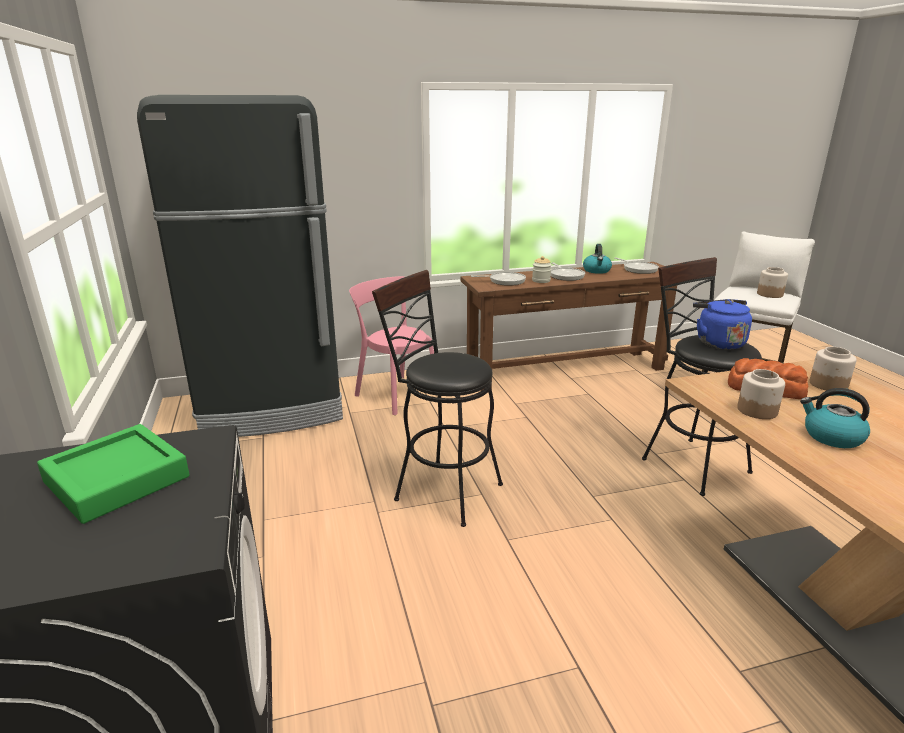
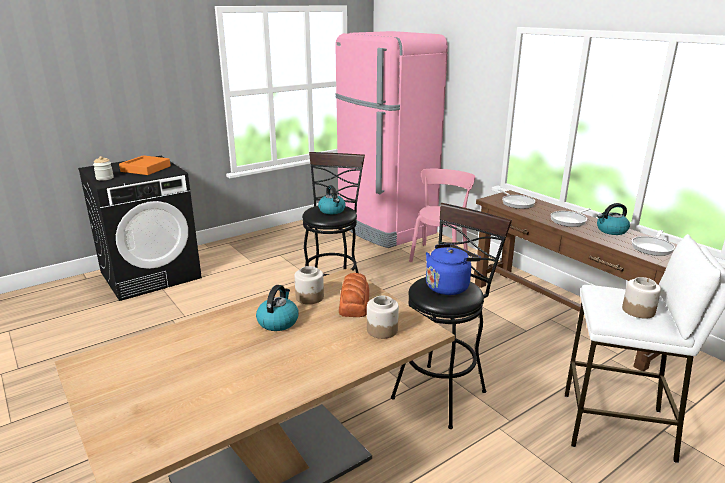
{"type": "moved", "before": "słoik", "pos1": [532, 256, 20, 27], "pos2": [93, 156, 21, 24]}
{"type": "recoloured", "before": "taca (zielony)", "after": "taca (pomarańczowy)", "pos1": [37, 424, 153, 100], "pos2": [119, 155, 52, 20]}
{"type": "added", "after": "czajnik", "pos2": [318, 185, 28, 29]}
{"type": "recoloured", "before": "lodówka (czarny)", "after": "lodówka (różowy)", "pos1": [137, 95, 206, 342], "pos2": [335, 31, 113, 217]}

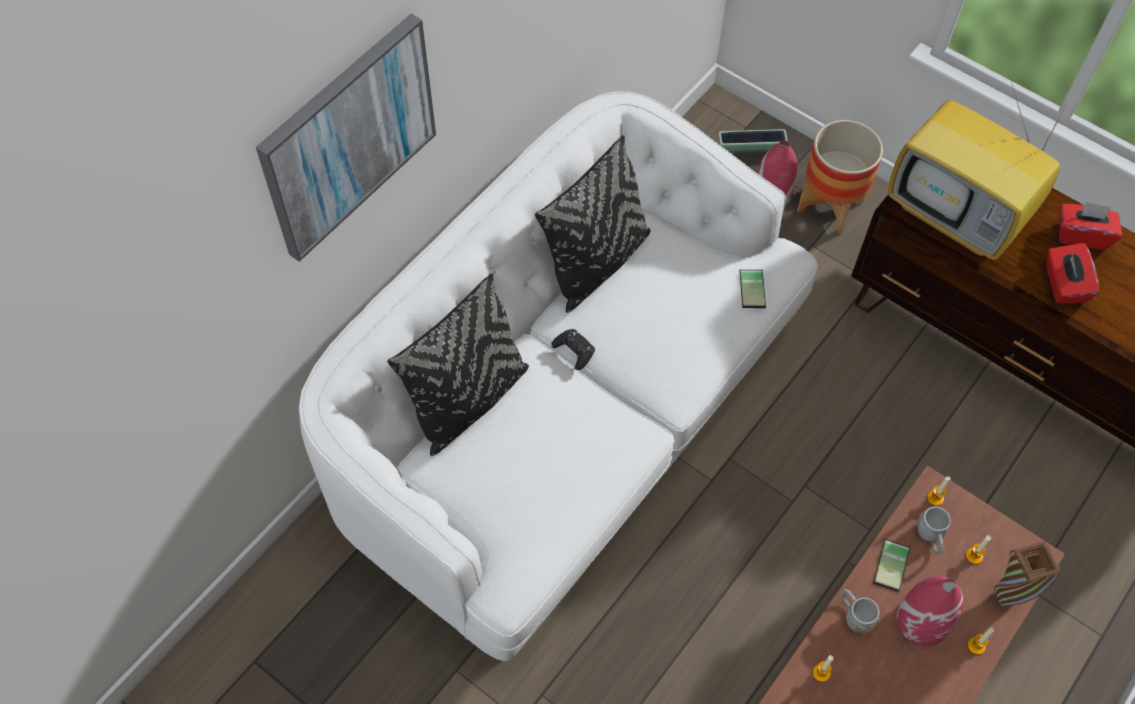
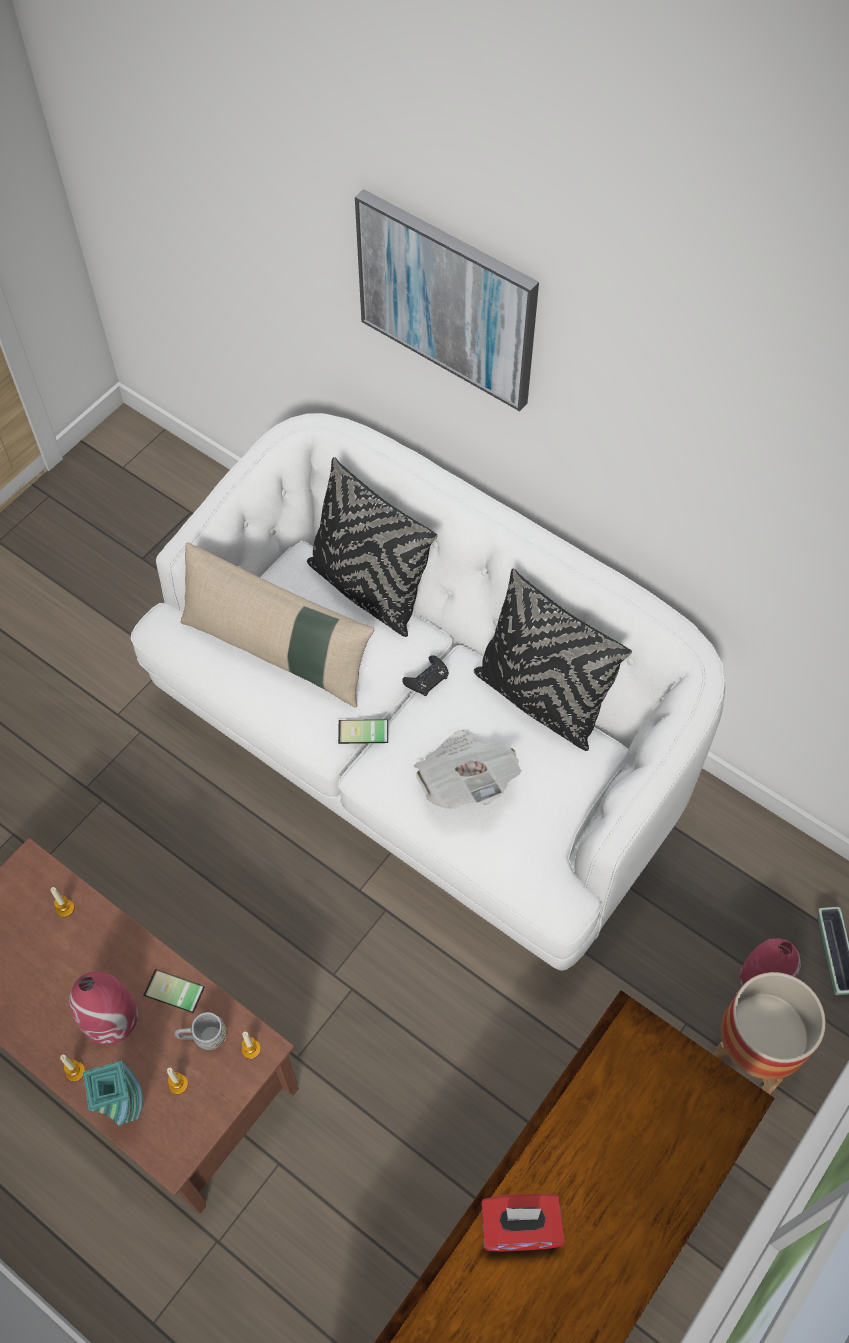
{"type": "recoloured", "before": "wazon (brązowy)", "after": "wazon (turkusowy)", "pos1": [994, 541, 67, 66], "pos2": [83, 1061, 60, 66]}
{"type": "added", "after": "poduszka (beżowy)", "pos2": [181, 543, 193, 165]}
{"type": "moved", "before": "telefon", "pos1": [739, 270, 27, 38], "pos2": [338, 719, 50, 25]}
{"type": "added", "after": "gazeta", "pos2": [414, 730, 107, 79]}
{"type": "removed", "before": "kubek (szary)", "pos1": [841, 589, 38, 44]}
{"type": "removed", "before": "telewizor", "pos1": [888, 72, 183, 188]}
{"type": "removed", "before": "pudełko chusteczek (czerwony)", "pos1": [1059, 202, 63, 48]}

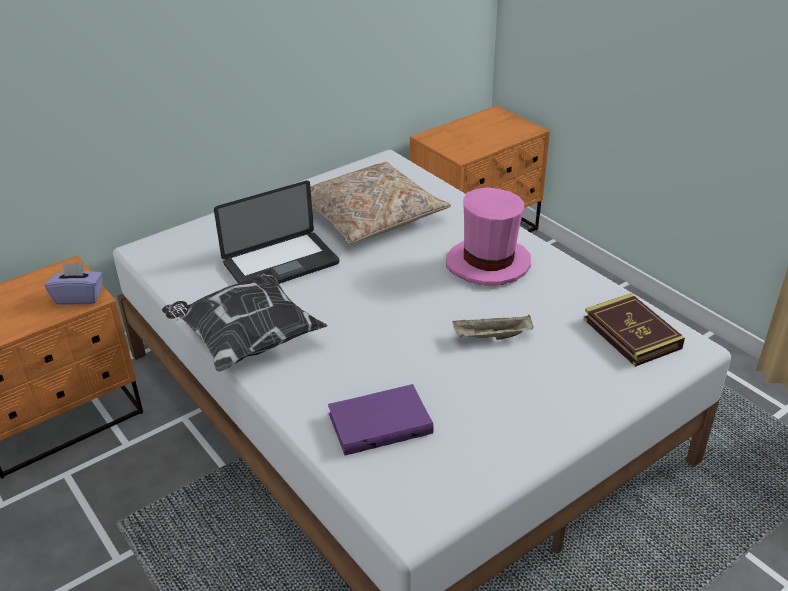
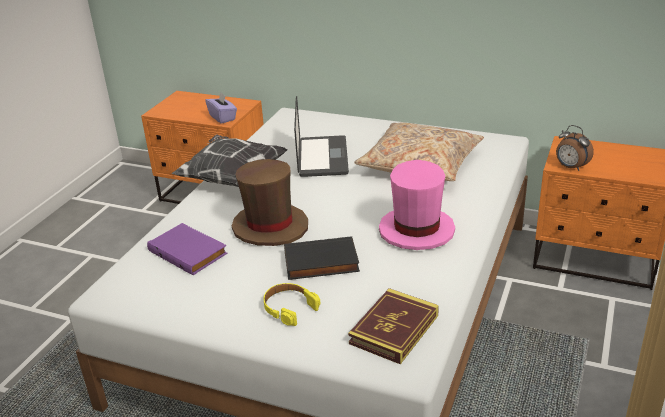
{"type": "added", "after": "kapelusz (brązowy)", "pos2": [232, 159, 76, 87]}
{"type": "added", "after": "słuchawki (żółty)", "pos2": [264, 283, 56, 43]}
{"type": "replaced", "before": "taca (beżowy)", "after": "książka (czarny)", "pos1": [452, 315, 81, 25], "pos2": [284, 236, 76, 44]}
{"type": "turned", "before": "laptop", "pos1": [214, 181, 125, 103], "pos2": [294, 96, 55, 81], "turn": -120}
{"type": "added", "after": "budzik", "pos2": [556, 125, 38, 46]}

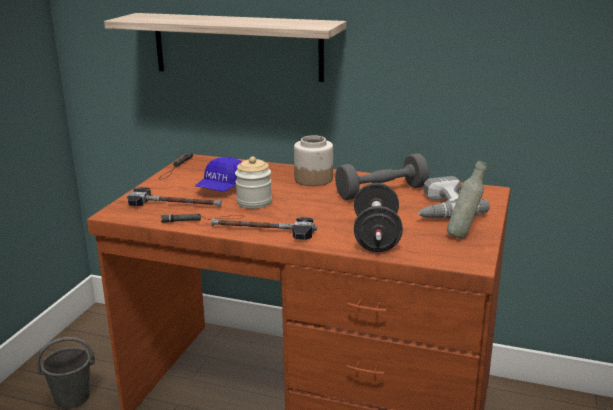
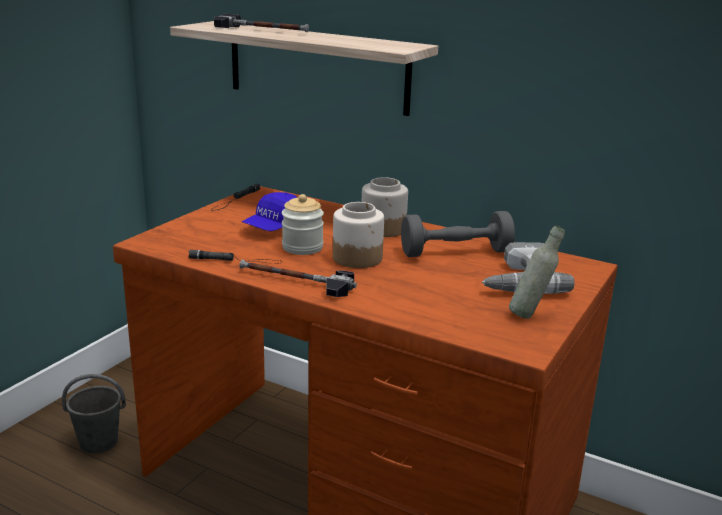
{"type": "moved", "before": "młotek", "pos1": [127, 187, 94, 20], "pos2": [214, 13, 95, 19]}
{"type": "added", "after": "słoik", "pos2": [333, 202, 51, 66]}
{"type": "removed", "before": "hantel (czarny)", "pos1": [354, 183, 49, 69]}

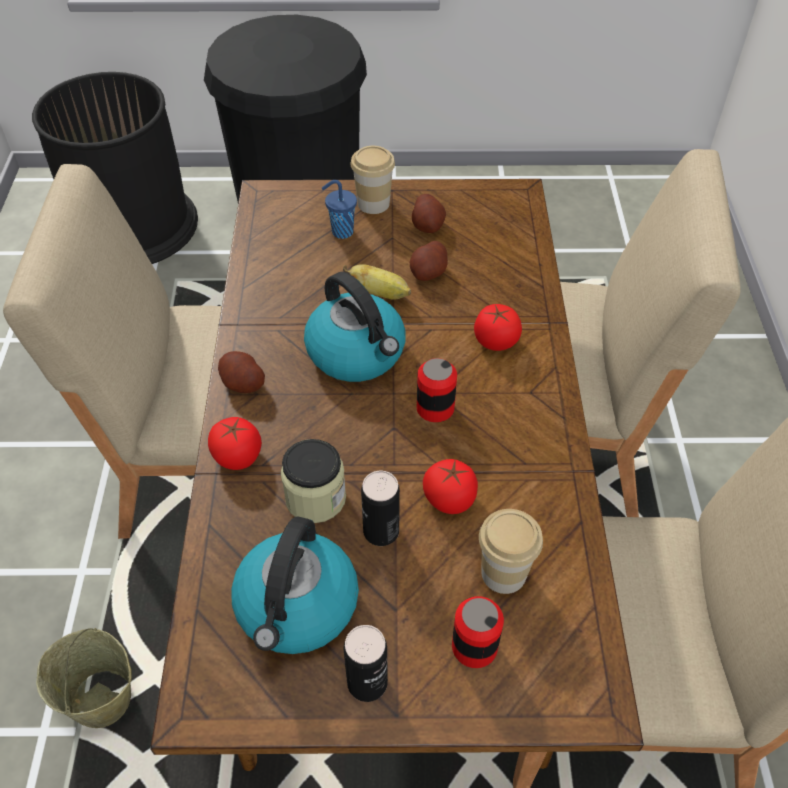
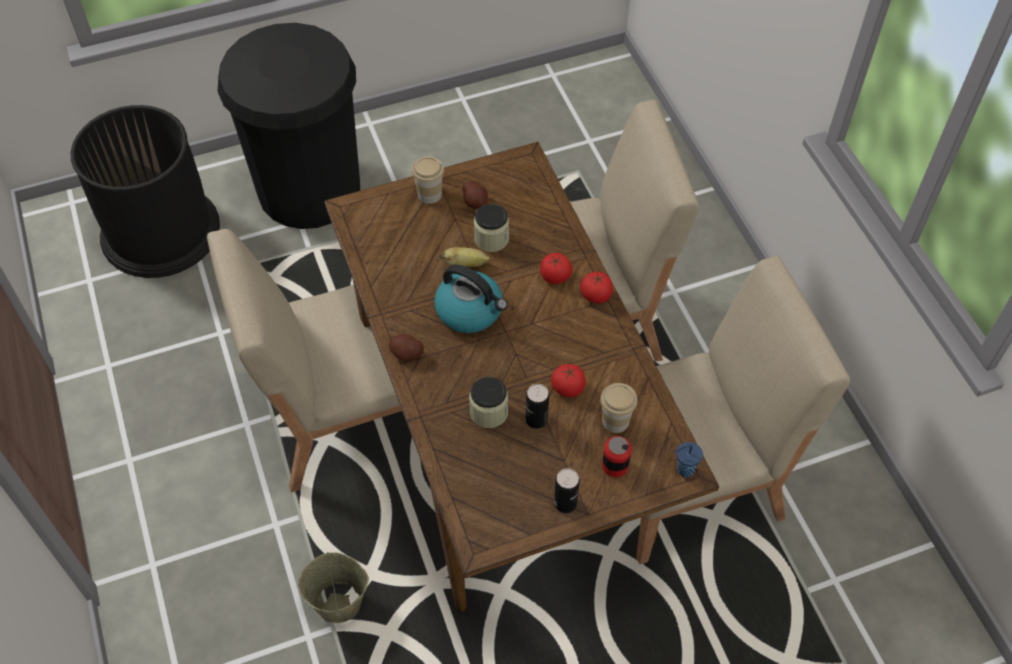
{"type": "replaced", "before": "ziemniak", "after": "słoik", "pos1": [410, 241, 38, 40], "pos2": [474, 204, 35, 48]}
{"type": "moved", "before": "pomidor", "pos1": [208, 417, 54, 53], "pos2": [580, 272, 33, 31]}
{"type": "moved", "before": "filiżanka (niebieski)", "pos1": [322, 180, 35, 59], "pos2": [675, 442, 28, 35]}
{"type": "removed", "before": "czajnik", "pos1": [231, 517, 128, 137]}
{"type": "removed", "before": "puszka", "pos1": [417, 358, 40, 64]}

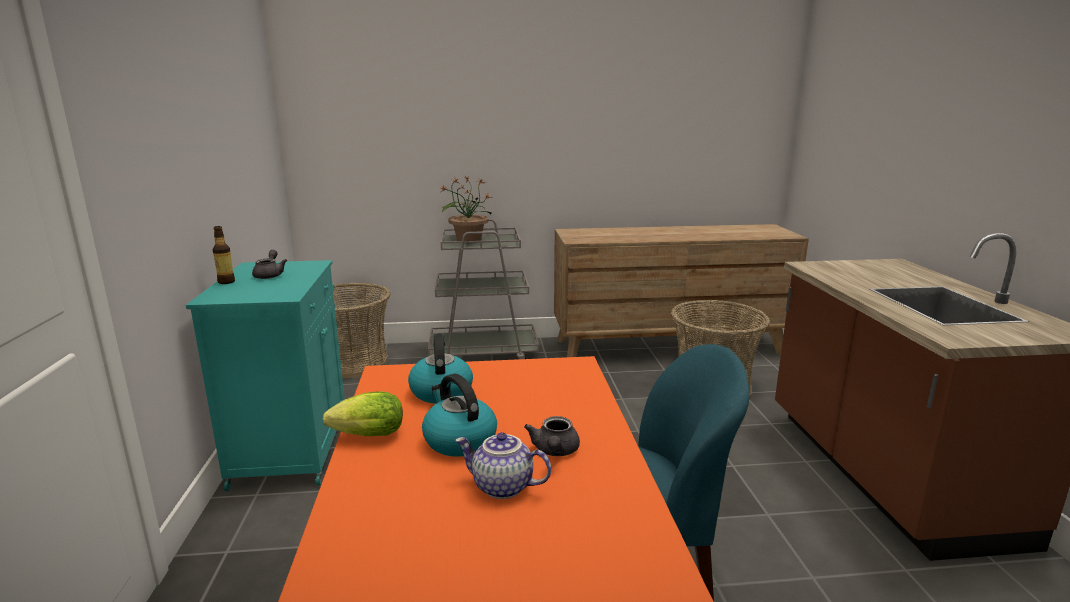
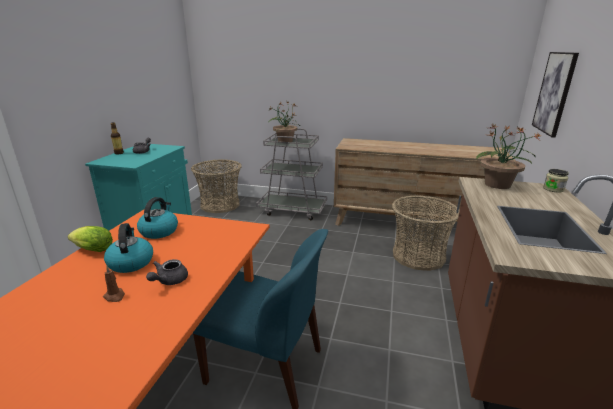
{"type": "replaced", "before": "imbryk", "after": "świeca (brązowy)", "pos1": [455, 432, 96, 67], "pos2": [103, 266, 22, 36]}
{"type": "added", "after": "roślina doniczkowa", "pos2": [476, 124, 65, 65]}
{"type": "added", "after": "obraz", "pos2": [532, 52, 47, 86]}
{"type": "added", "after": "słoik", "pos2": [543, 169, 26, 24]}

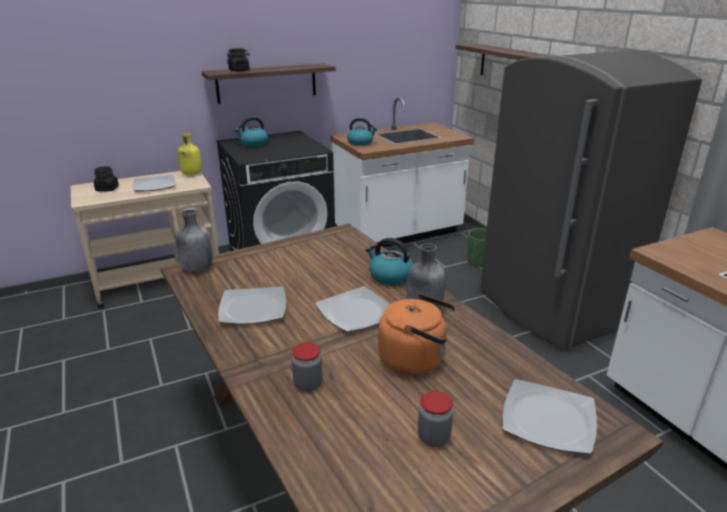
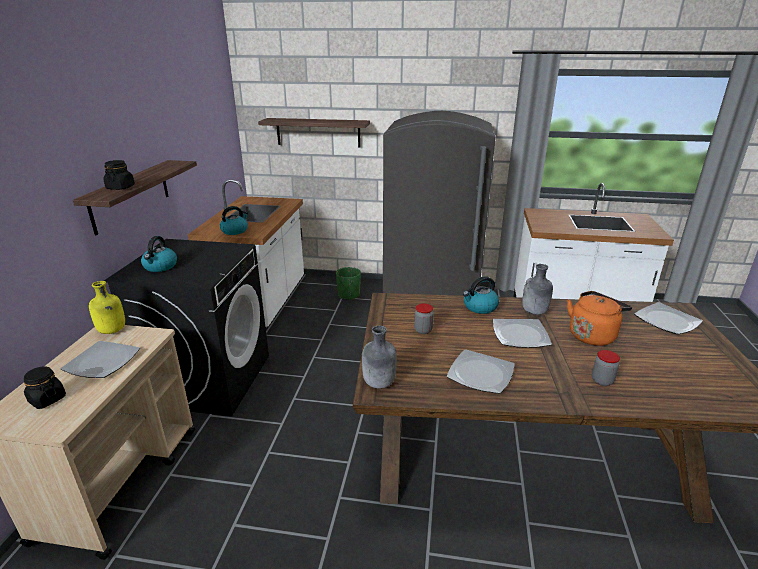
{"type": "moved", "before": "słoik", "pos1": [418, 391, 35, 56], "pos2": [414, 303, 20, 31]}

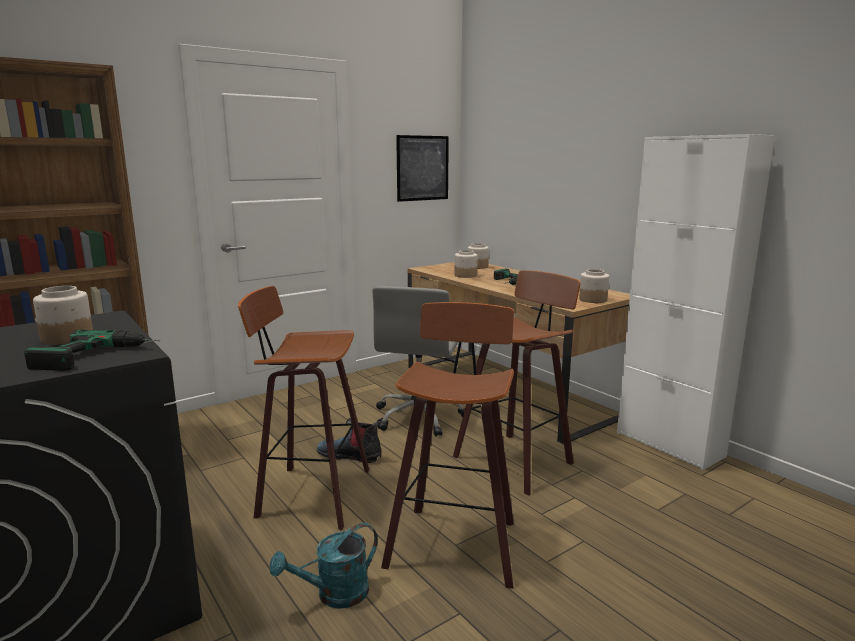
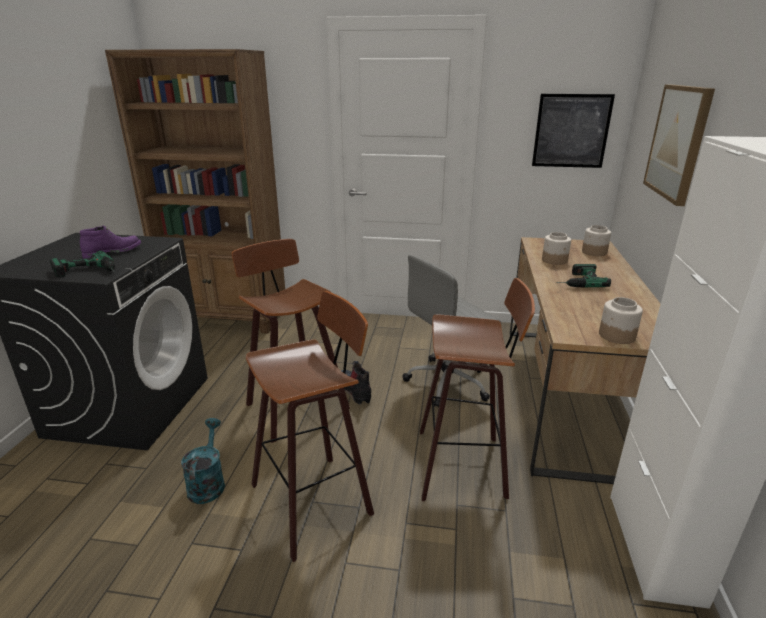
{"type": "replaced", "before": "słoik", "after": "but z cholewką (fioletowy)", "pos1": [33, 286, 60, 59], "pos2": [80, 226, 61, 33]}
{"type": "turned", "before": "konewka (turkusowy)", "pos1": [269, 523, 109, 86], "pos2": [181, 418, 44, 86], "turn": 75}
{"type": "added", "after": "obraz", "pos2": [643, 85, 72, 121]}

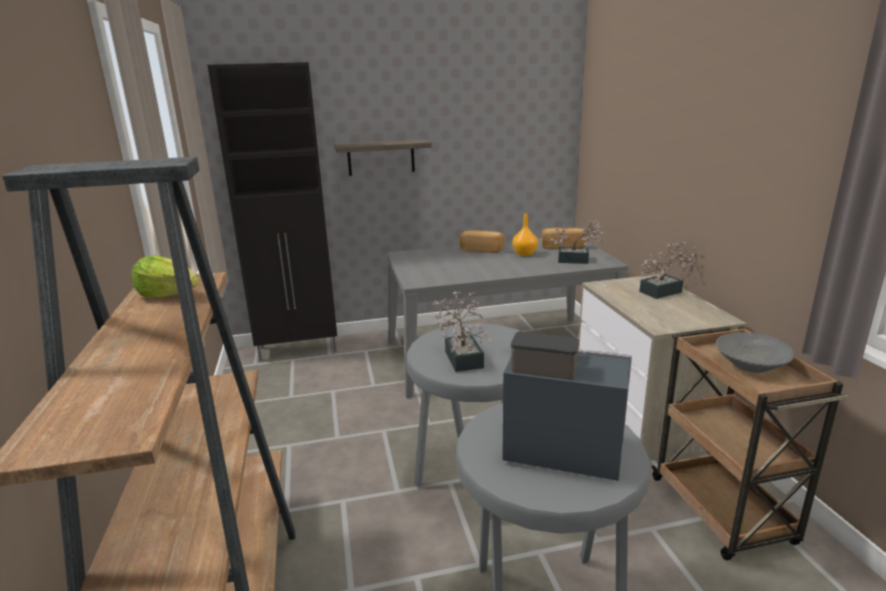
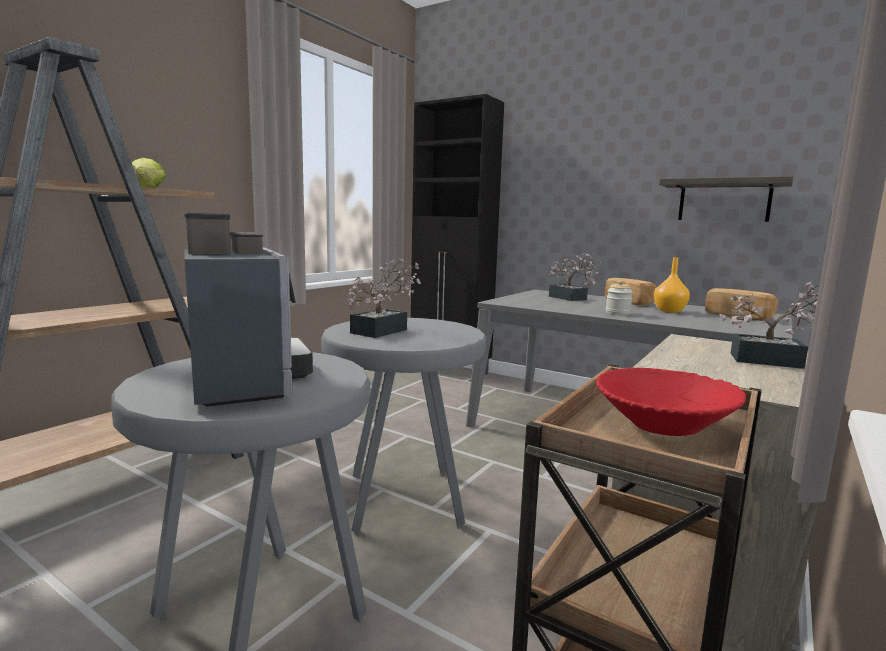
{"type": "moved", "before": "roślina doniczkowa", "pos1": [551, 221, 53, 43], "pos2": [544, 254, 57, 47]}
{"type": "recoloured", "before": "miska (szary)", "after": "miska (czerwony)", "pos1": [716, 332, 79, 41], "pos2": [596, 368, 150, 68]}
{"type": "added", "after": "słoik", "pos2": [606, 280, 27, 35]}
{"type": "moved", "before": "półka", "pos1": [334, 139, 98, 37], "pos2": [659, 176, 134, 46]}

